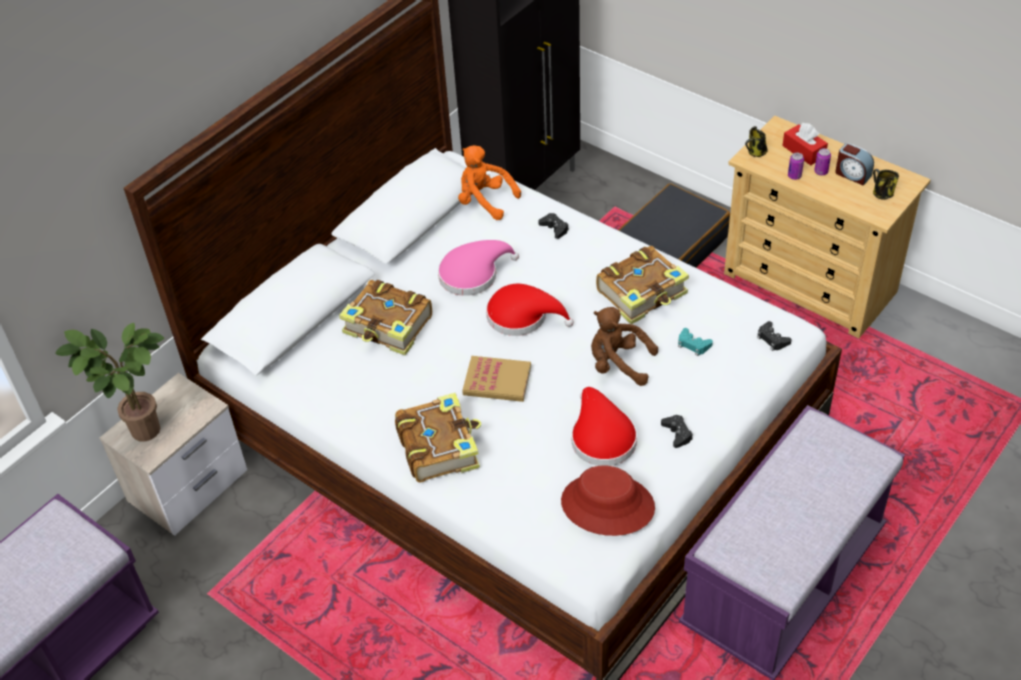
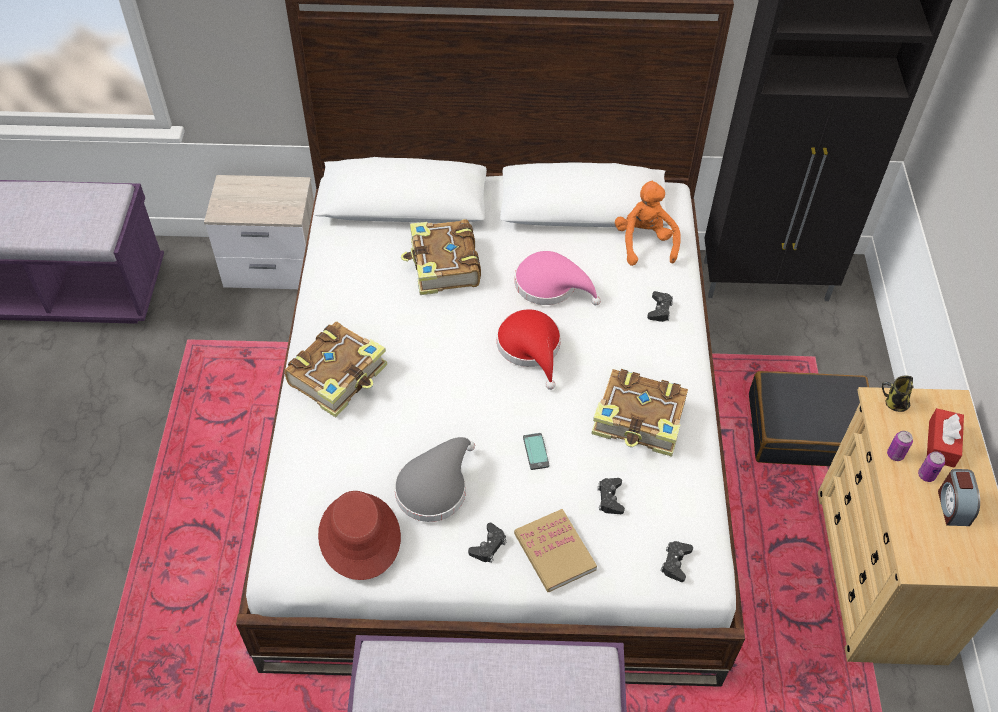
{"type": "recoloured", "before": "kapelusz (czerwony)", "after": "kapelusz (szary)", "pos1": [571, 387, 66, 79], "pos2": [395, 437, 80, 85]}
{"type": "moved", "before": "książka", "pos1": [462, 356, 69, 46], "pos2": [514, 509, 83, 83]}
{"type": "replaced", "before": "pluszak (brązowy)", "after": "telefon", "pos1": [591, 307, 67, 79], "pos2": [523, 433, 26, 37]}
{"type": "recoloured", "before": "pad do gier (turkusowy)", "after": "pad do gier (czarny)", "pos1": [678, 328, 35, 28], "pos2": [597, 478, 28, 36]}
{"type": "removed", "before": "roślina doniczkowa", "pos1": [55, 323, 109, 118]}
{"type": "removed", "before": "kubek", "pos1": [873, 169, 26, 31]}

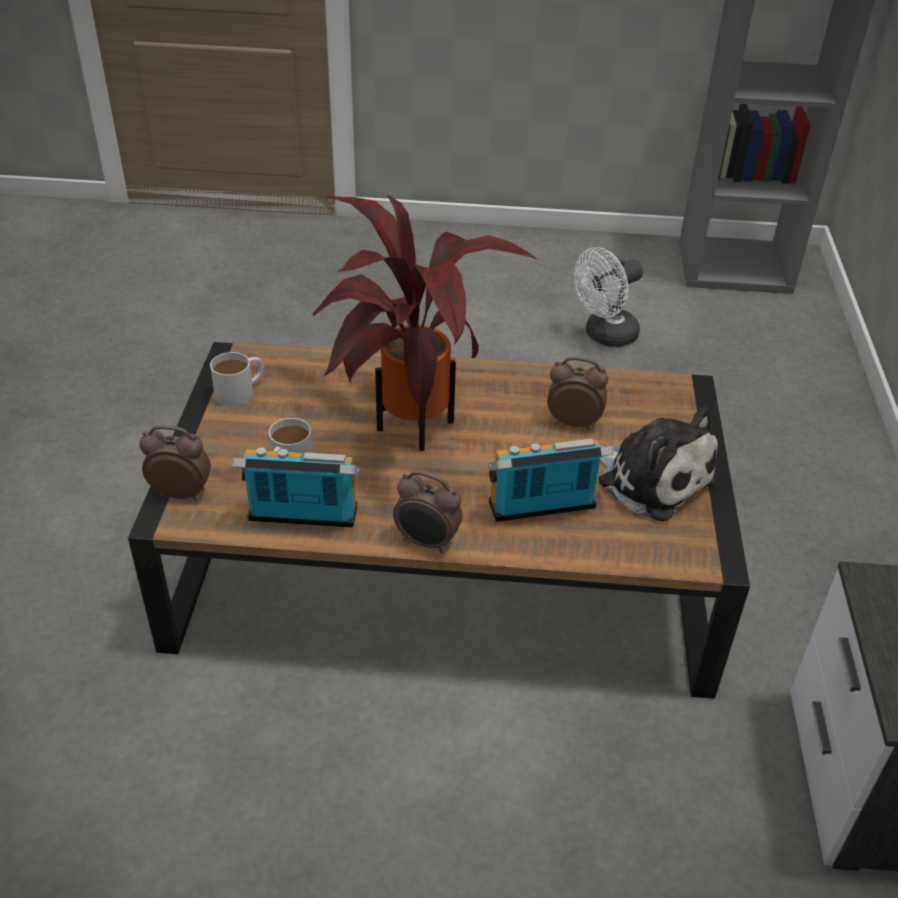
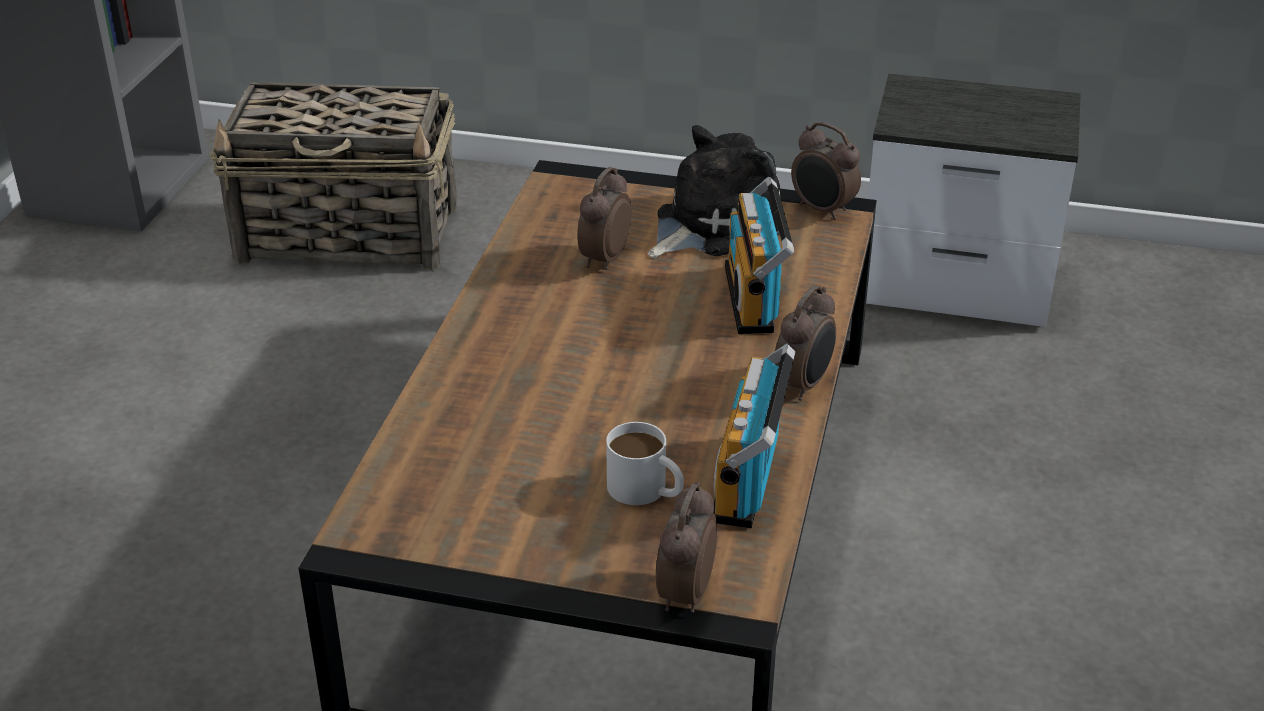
{"type": "added", "after": "koszyk", "pos2": [210, 82, 247, 189]}
{"type": "added", "after": "budzik", "pos2": [791, 122, 70, 98]}
{"type": "removed", "before": "kubek (biały)", "pos1": [210, 352, 54, 54]}
{"type": "removed", "before": "roślina doniczkowa", "pos1": [313, 194, 224, 257]}
{"type": "removed", "before": "wentylator (biały)", "pos1": [574, 247, 69, 100]}

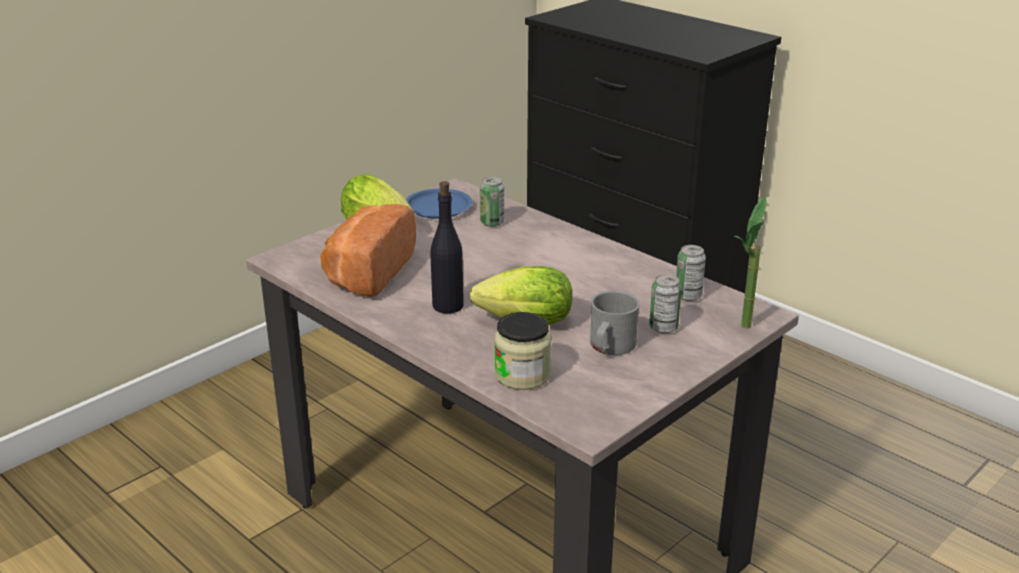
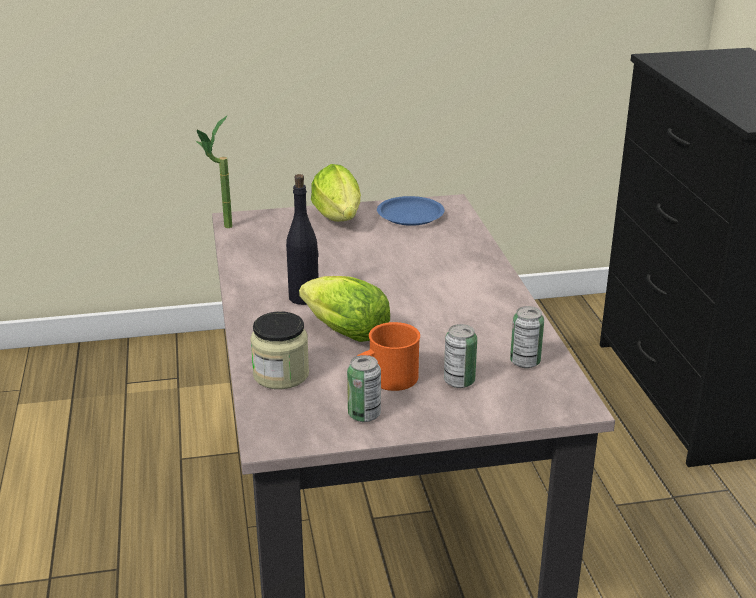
{"type": "moved", "before": "roślina doniczkowa", "pos1": [735, 196, 32, 133], "pos2": [196, 115, 36, 113]}
{"type": "moved", "before": "puszka", "pos1": [480, 177, 24, 50], "pos2": [347, 355, 34, 67]}
{"type": "recoloured", "before": "kubek (szary)", "after": "kubek (pomarańczowy)", "pos1": [590, 290, 50, 65], "pos2": [357, 322, 63, 69]}
{"type": "removed", "before": "chleb", "pos1": [320, 204, 96, 93]}

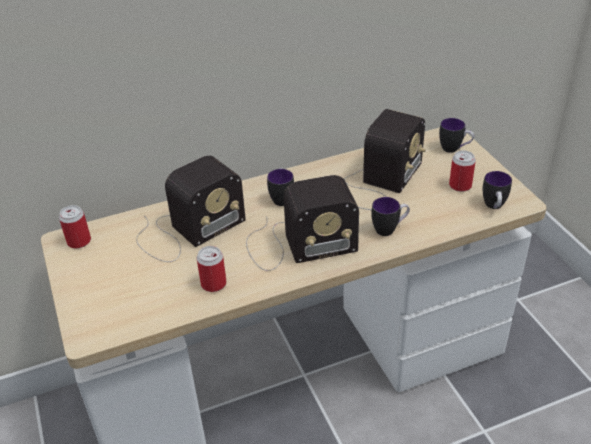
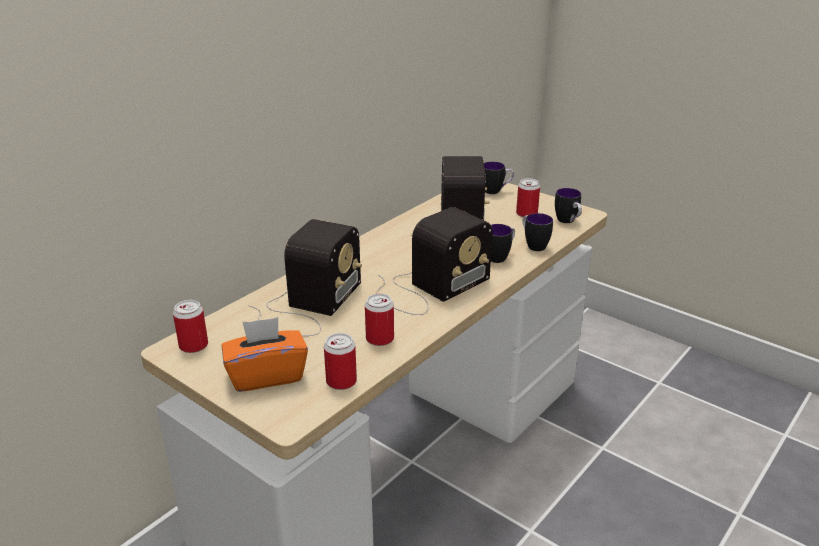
{"type": "added", "after": "pudełko chusteczek (pomarańczowy)", "pos2": [222, 317, 86, 75]}
{"type": "added", "after": "puszka", "pos2": [324, 333, 33, 57]}
{"type": "moved", "before": "kubek", "pos1": [267, 168, 27, 38], "pos2": [523, 213, 30, 38]}

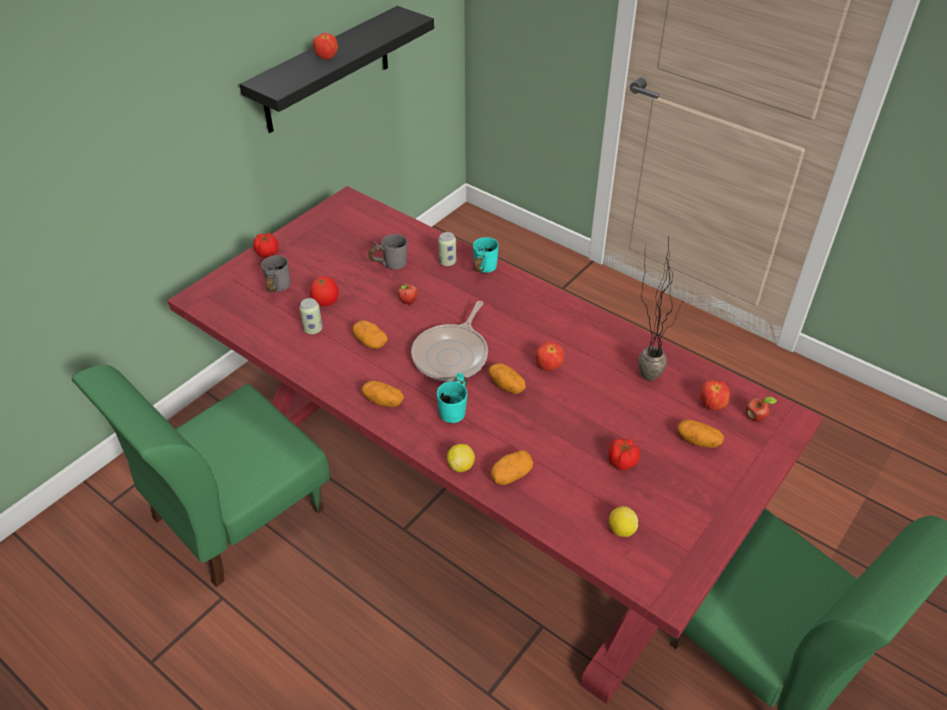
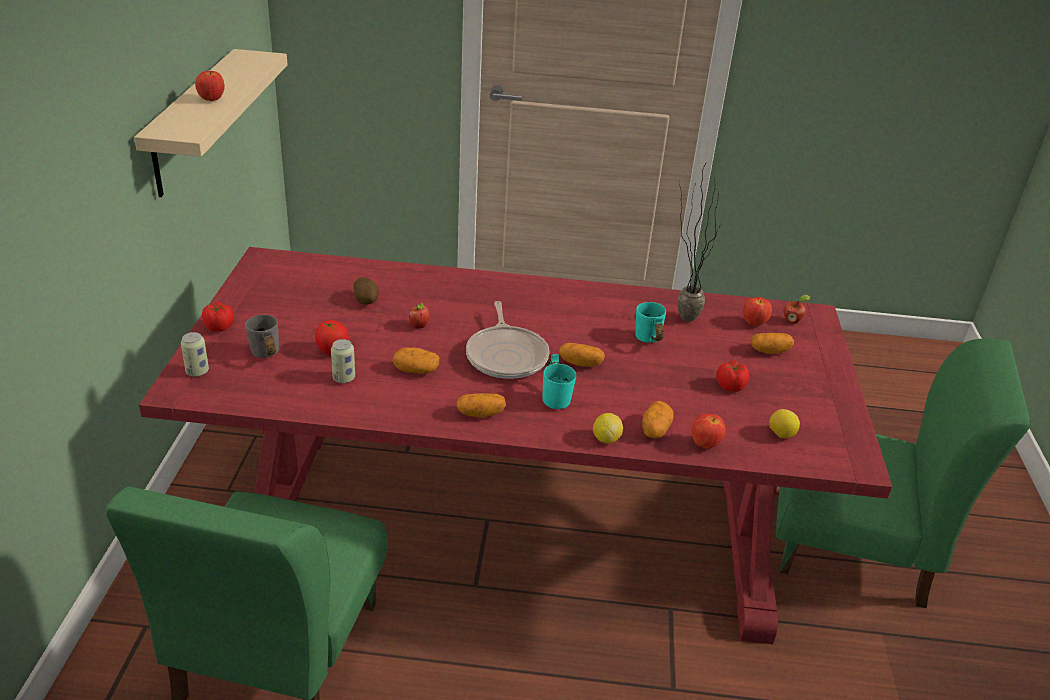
{"type": "recoloured", "before": "półka (czarny)", "after": "półka (beżowy)", "pos1": [239, 6, 195, 127], "pos2": [134, 49, 154, 148]}
{"type": "moved", "before": "puszka", "pos1": [438, 232, 18, 34], "pos2": [181, 332, 28, 45]}
{"type": "replaced", "before": "kubek (szary)", "after": "ziemniak", "pos1": [369, 234, 38, 36], "pos2": [353, 277, 26, 28]}
{"type": "moved", "before": "kubek (turkusowy)", "pos1": [473, 237, 26, 36], "pos2": [635, 302, 31, 41]}
{"type": "moved", "before": "jabłko", "pos1": [535, 342, 29, 29], "pos2": [691, 414, 34, 35]}

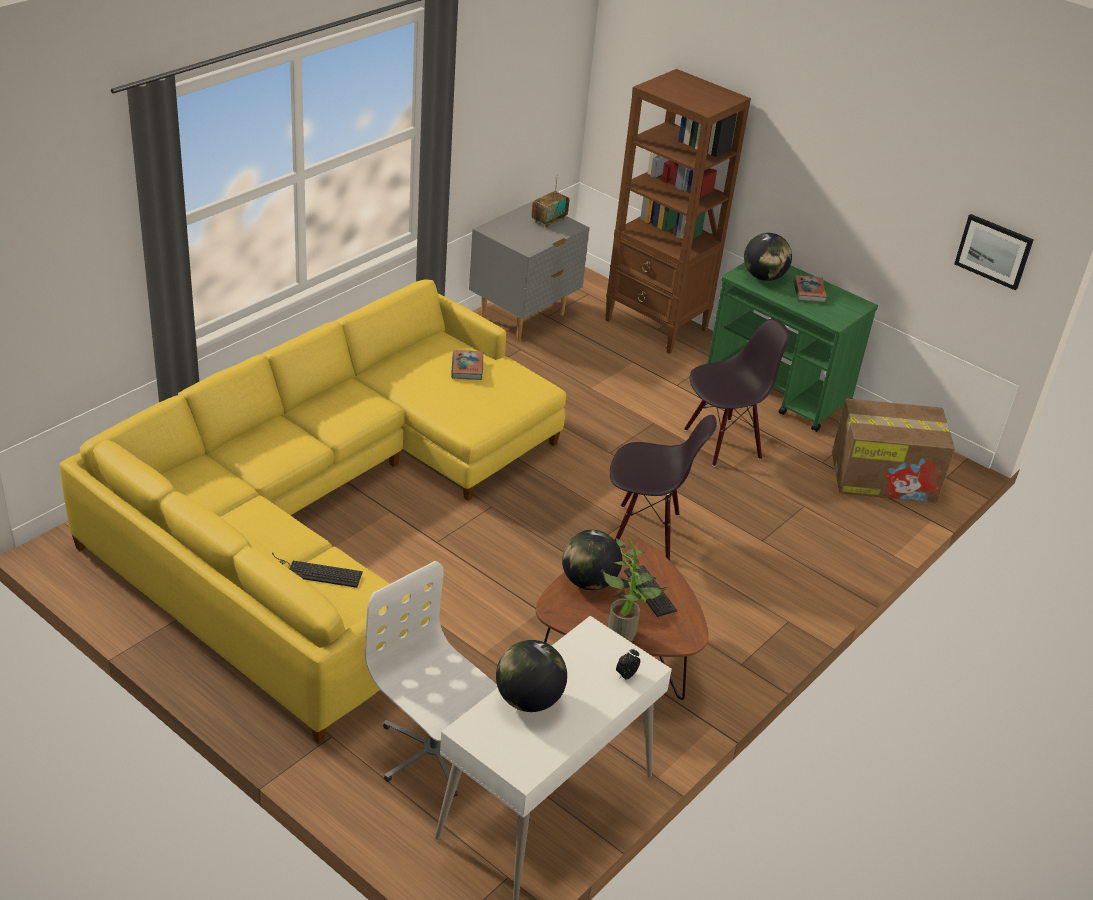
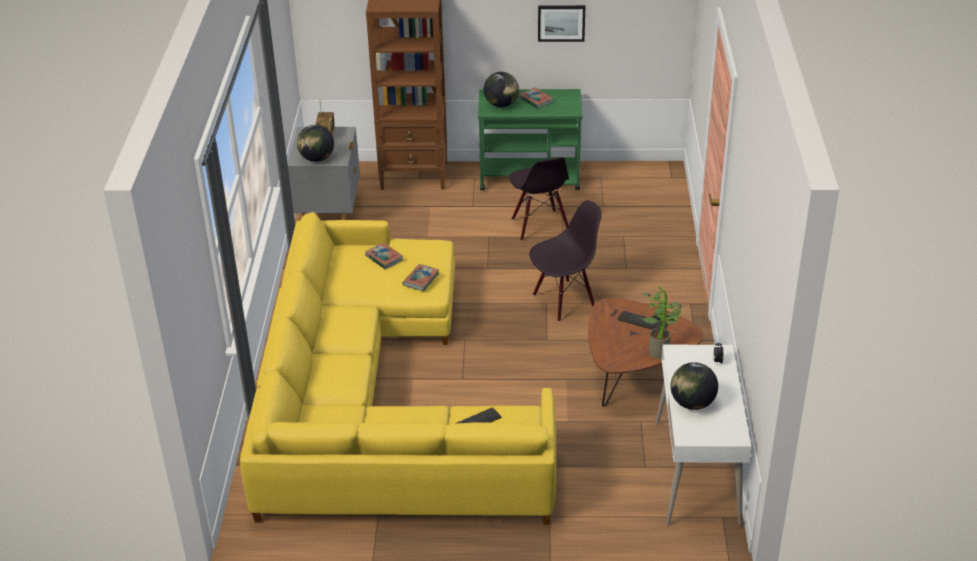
{"type": "moved", "before": "globus", "pos1": [562, 530, 60, 60], "pos2": [297, 125, 37, 37]}
{"type": "added", "after": "książka", "pos2": [402, 264, 37, 27]}
{"type": "turned", "before": "krzesło (czarny)", "pos1": [684, 318, 106, 149], "pos2": [509, 157, 60, 84], "turn": 135}
{"type": "moved", "before": "obraz", "pos1": [954, 214, 80, 76], "pos2": [538, 5, 47, 37]}
{"type": "removed", "before": "krzesło biurowe (biały)", "pos1": [365, 561, 133, 236]}
{"type": "removed", "before": "karton", "pos1": [832, 398, 123, 105]}

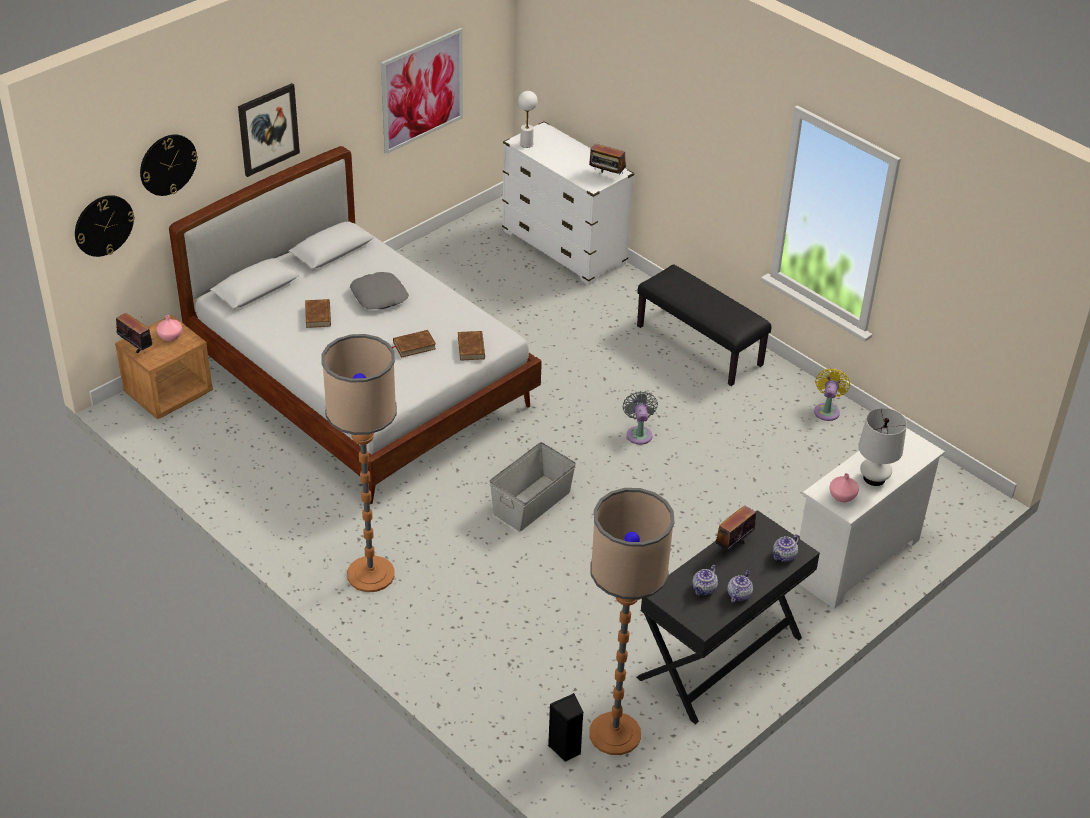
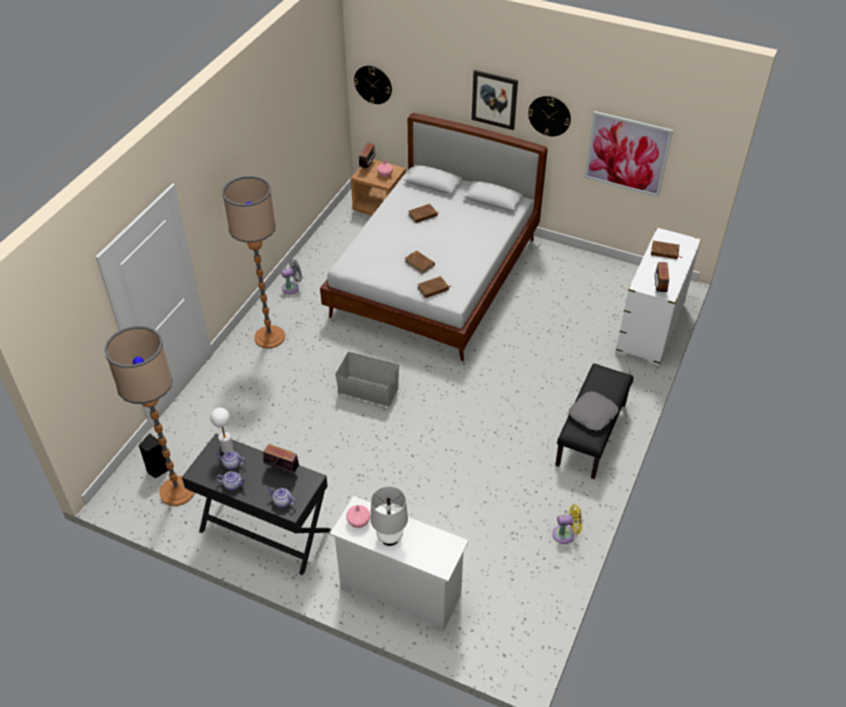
{"type": "moved", "before": "lampa stołowa (biały)", "pos1": [518, 91, 20, 57], "pos2": [210, 408, 23, 45]}
{"type": "moved", "before": "wentylator (szary)", "pos1": [623, 391, 35, 54], "pos2": [281, 259, 21, 35]}
{"type": "moved", "before": "zegar ścienny", "pos1": [140, 135, 58, 61], "pos2": [528, 96, 43, 40]}
{"type": "moved", "before": "poduszka (szary)", "pos1": [350, 272, 59, 37], "pos2": [569, 391, 50, 40]}
{"type": "added", "after": "książka (brązowy)", "pos2": [651, 241, 31, 18]}

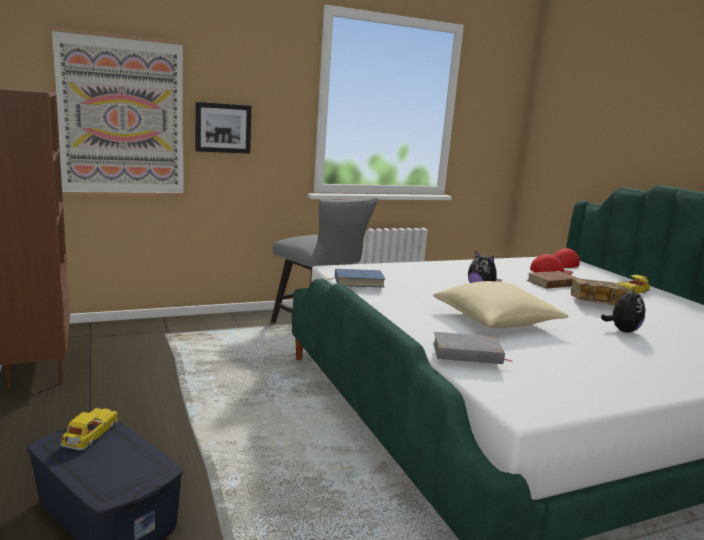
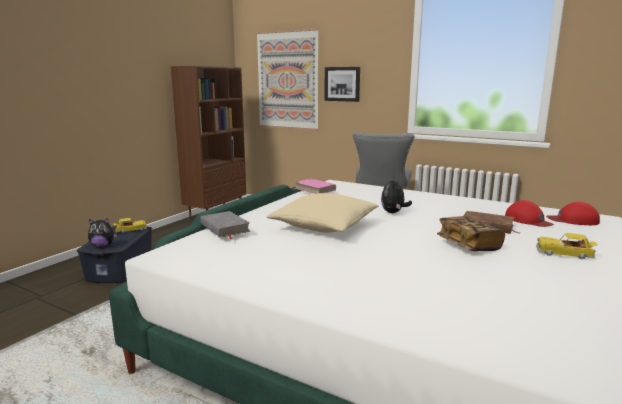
{"type": "moved", "before": "pluszak", "pos1": [601, 286, 44, 47], "pos2": [88, 218, 30, 29]}
{"type": "recoloured", "before": "książka (niebieski)", "after": "książka (różowy)", "pos1": [327, 269, 59, 19], "pos2": [295, 179, 41, 15]}

